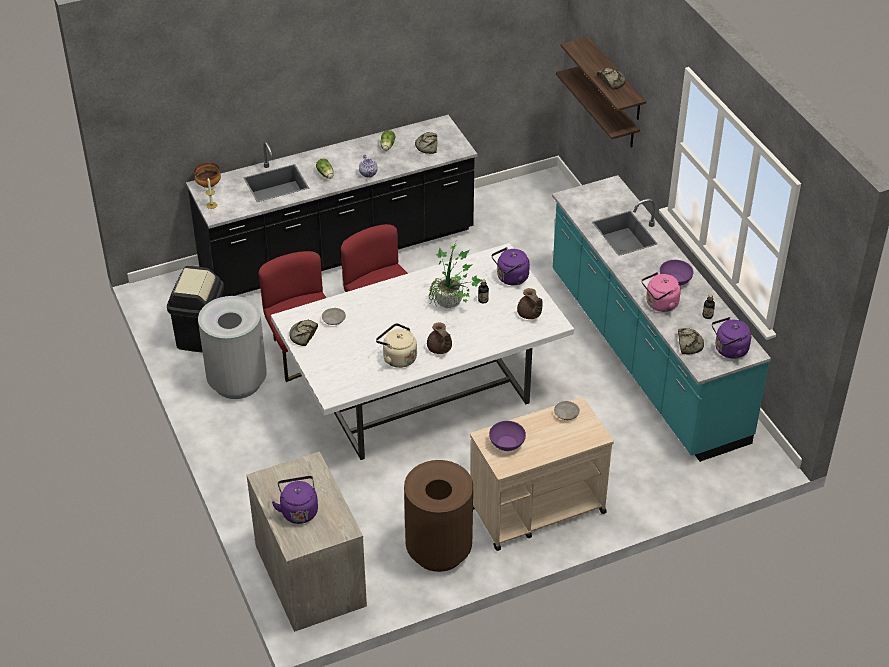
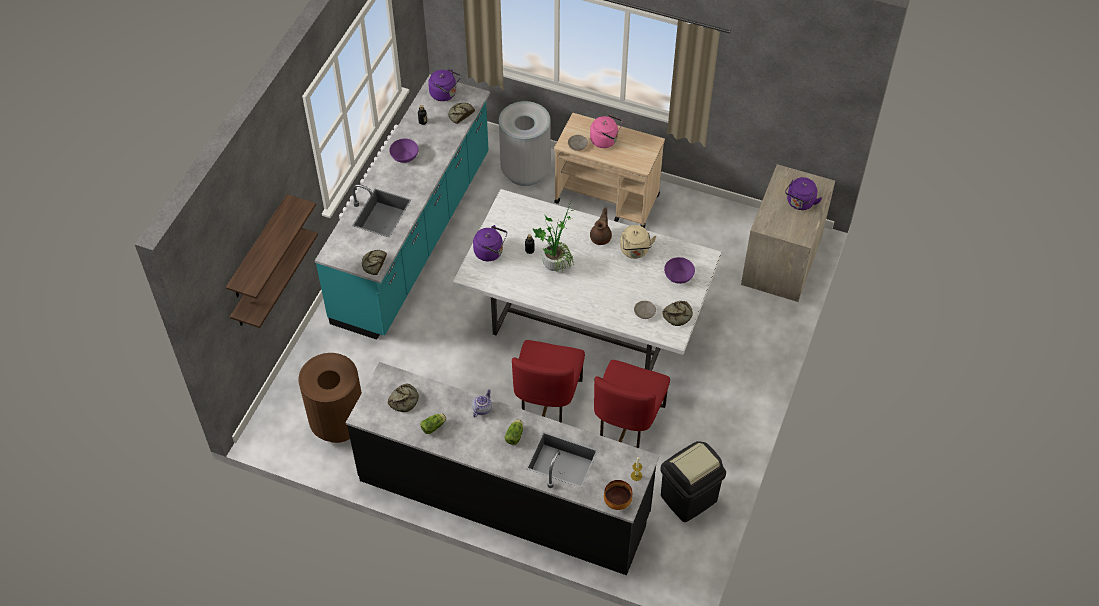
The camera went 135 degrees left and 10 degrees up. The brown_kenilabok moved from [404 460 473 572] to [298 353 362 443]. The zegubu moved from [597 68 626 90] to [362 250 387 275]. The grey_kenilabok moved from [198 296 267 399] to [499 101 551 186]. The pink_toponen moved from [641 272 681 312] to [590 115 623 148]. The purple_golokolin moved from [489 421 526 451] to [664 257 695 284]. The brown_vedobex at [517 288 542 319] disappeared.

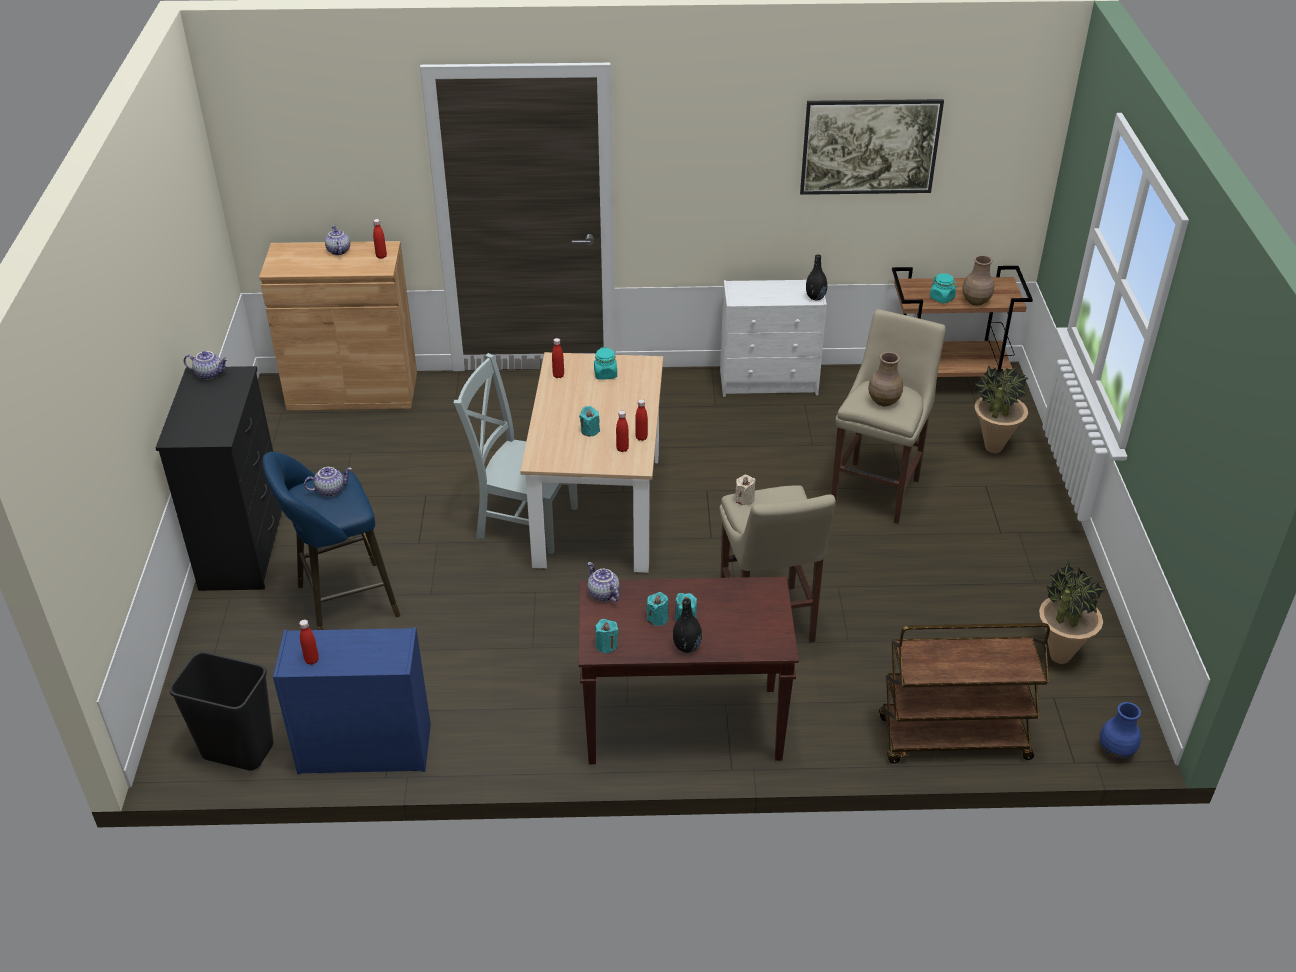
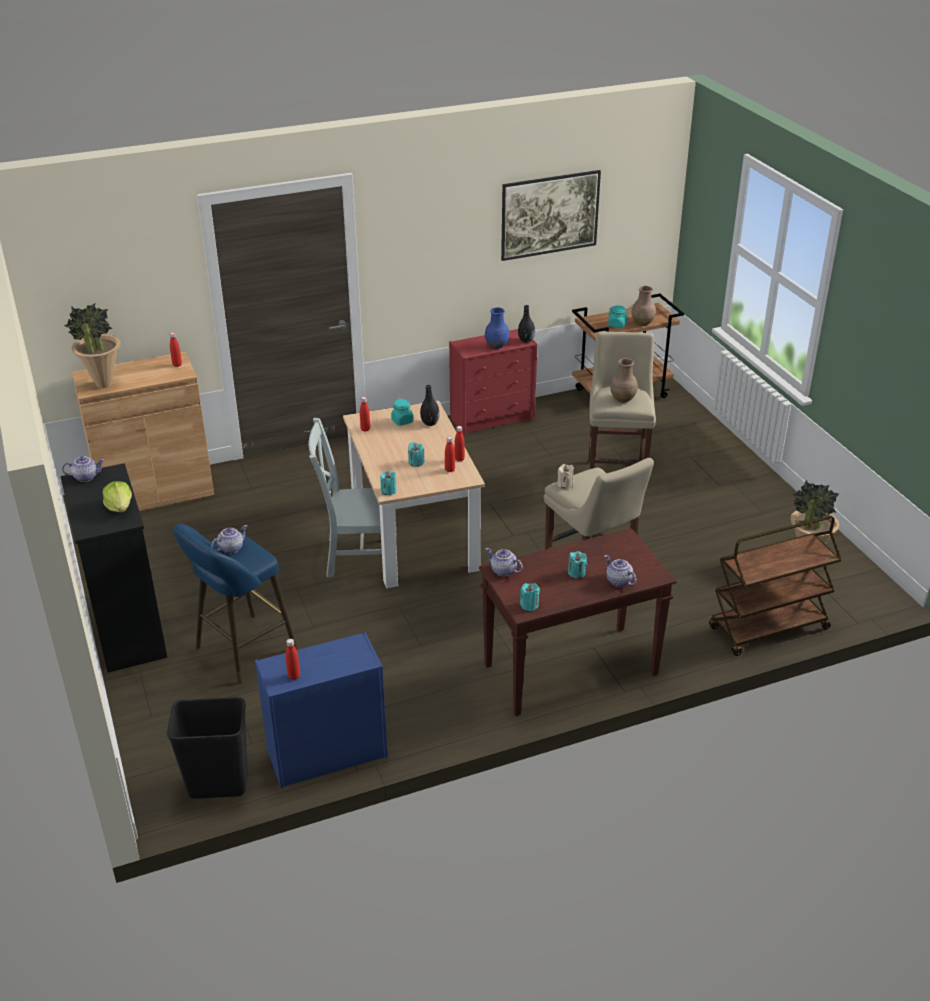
The camera went 20 degrees left and 5 degrees down. The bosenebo moved from [974 365 1028 453] to [64 303 121 388]. The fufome at [103 481 132 512] appeared. The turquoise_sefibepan moved from [647 592 669 626] to [380 471 397 495]. The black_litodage moved from [673 598 702 653] to [420 385 440 426]. The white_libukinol at [720 280 827 397] became the red_libukinol at [449 329 537 436]. The blue_litodage moved from [1100 702 1141 759] to [485 308 510 349]. The vedobex moved from [325 225 350 255] to [605 555 636 587].

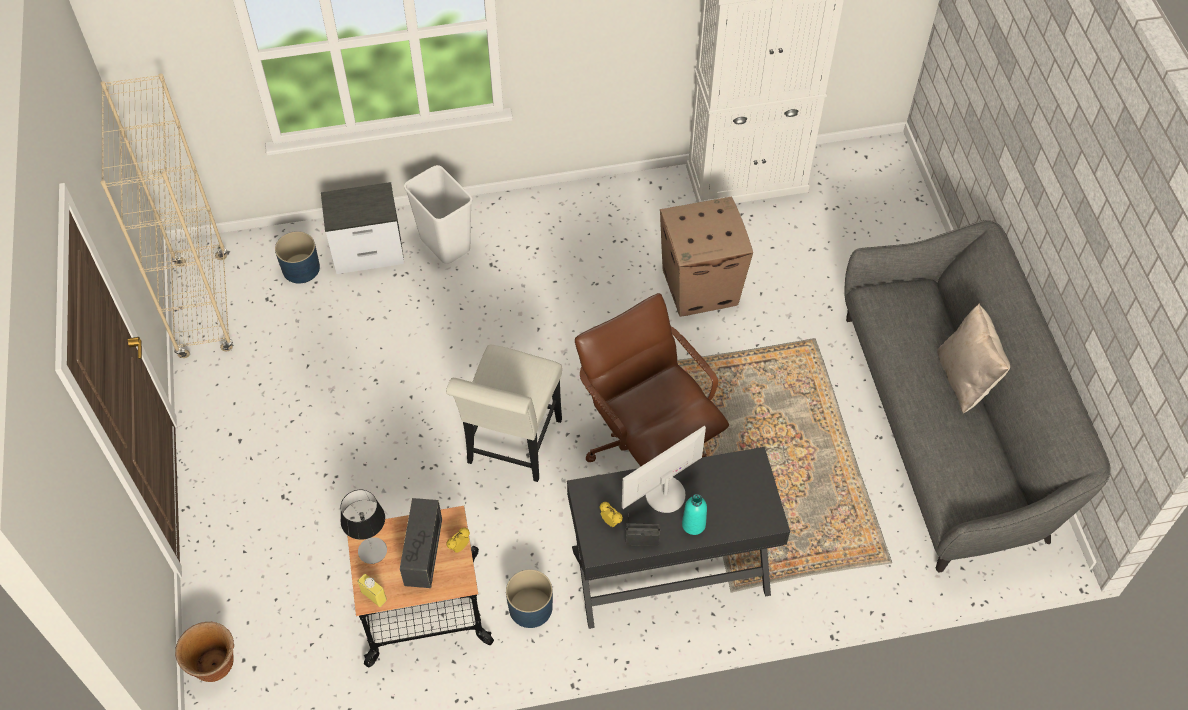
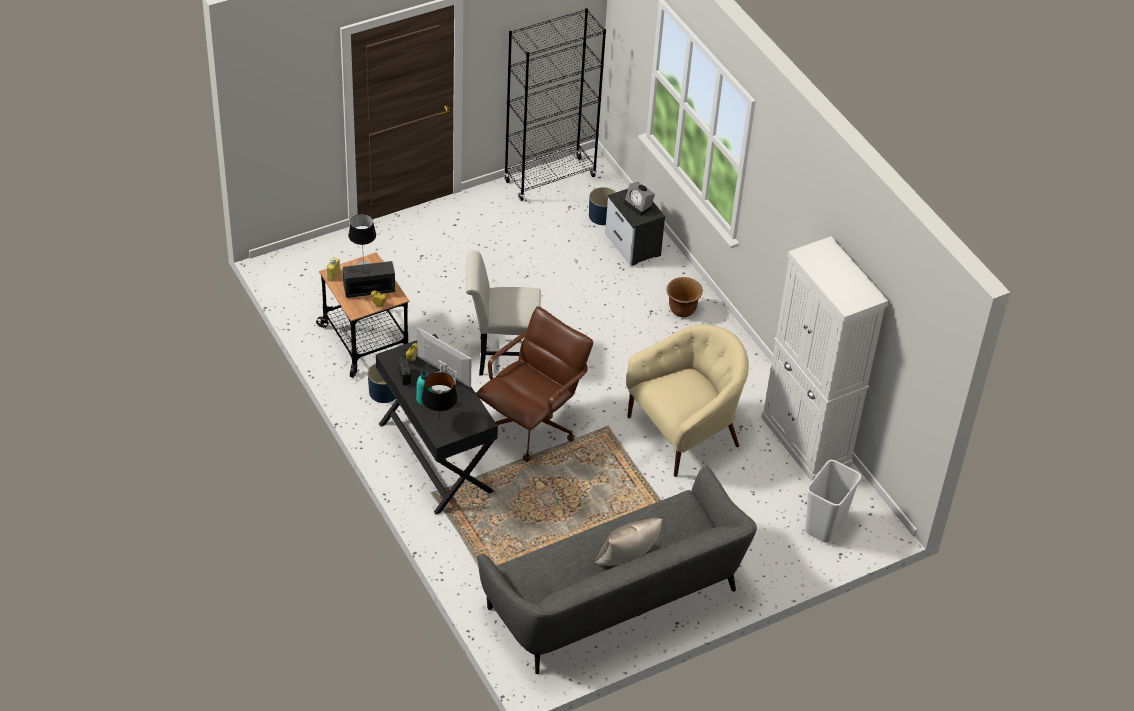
The camera went 70 degrees right and 10 degrees down. The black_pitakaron at [421 372 458 420] appeared. The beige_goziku at [100 73 233 358] became the black_goziku at [504 8 606 201]. The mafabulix at [624 182 655 216] appeared. The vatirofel at [660 196 753 317] was replaced by the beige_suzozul at [626 324 749 477]. The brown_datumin moved from [175 622 234 682] to [666 277 703 317]. The white_kenilabok moved from [404 165 473 264] to [805 460 861 543].

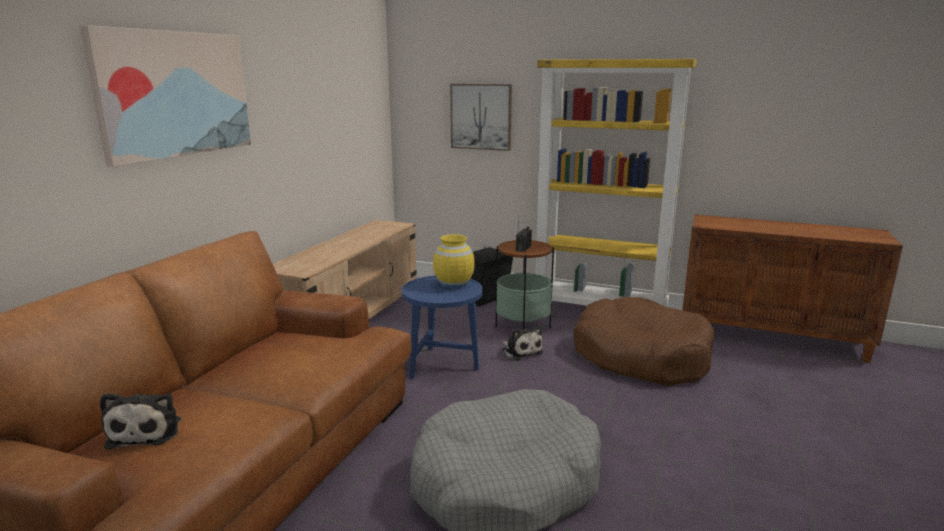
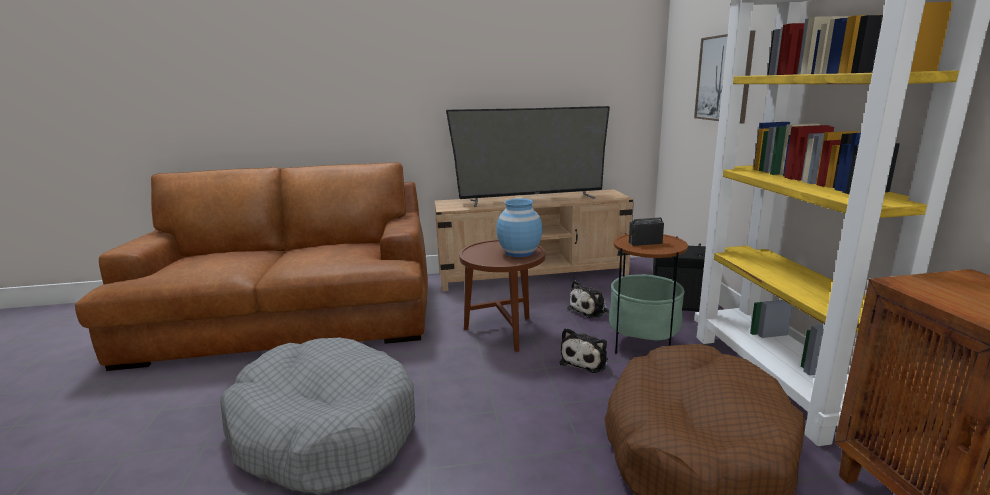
The camera went 60 degrees right and 0 degrees up. The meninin at [446 106 610 207] appeared. The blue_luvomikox at [402 275 483 379] became the brown_luvomikox at [459 240 545 352]. The yellow_litodage at [433 234 475 288] became the blue_litodage at [496 198 543 257]. The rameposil moved from [100 393 181 449] to [567 280 609 318]. The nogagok at [80 25 251 167] disappeared.

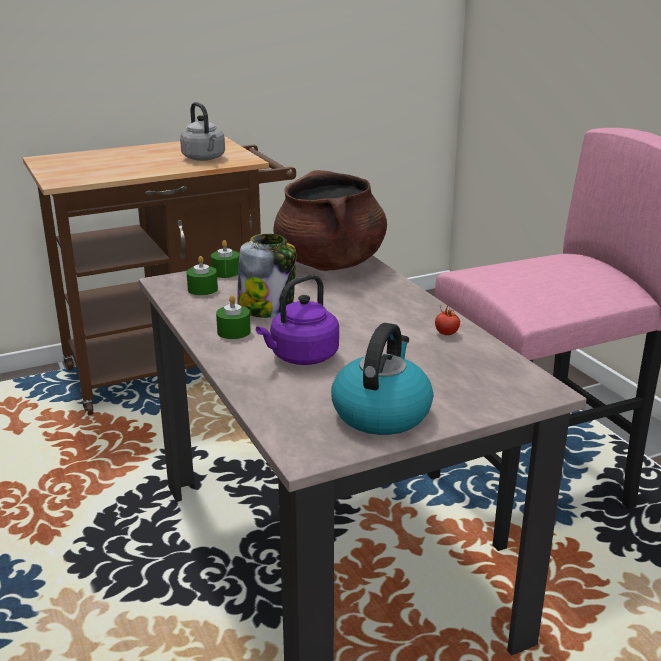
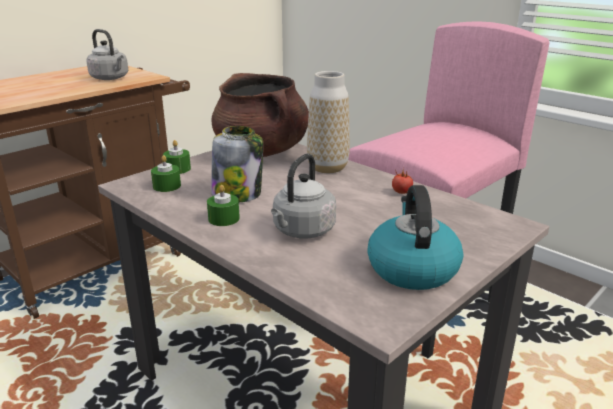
The camera went 20 degrees left and 0 degrees up. The purple_toponen at [256 274 339 365] became the grey_toponen at [271 154 336 238]. The litodage at [307 71 350 173] appeared.

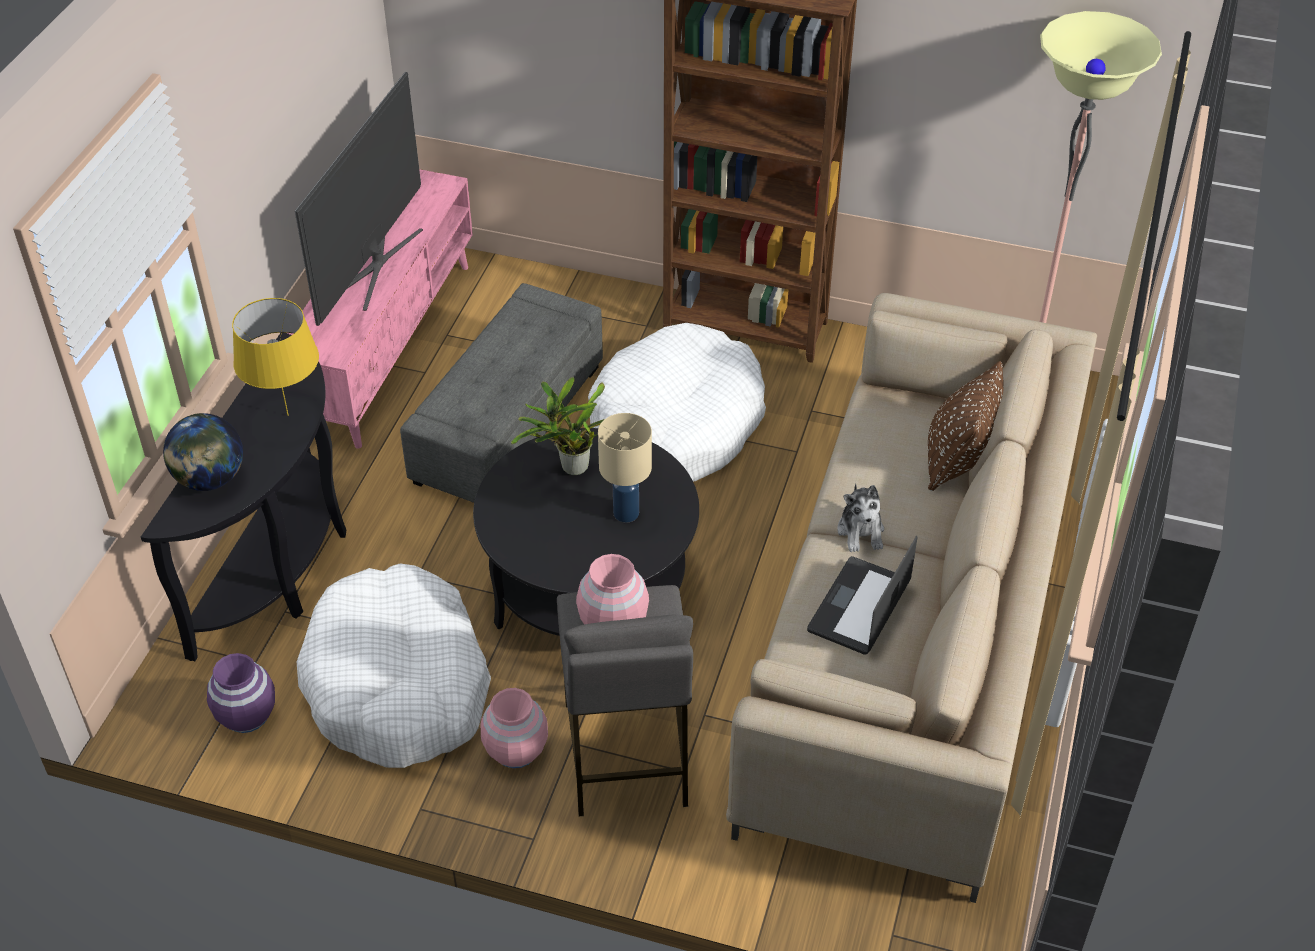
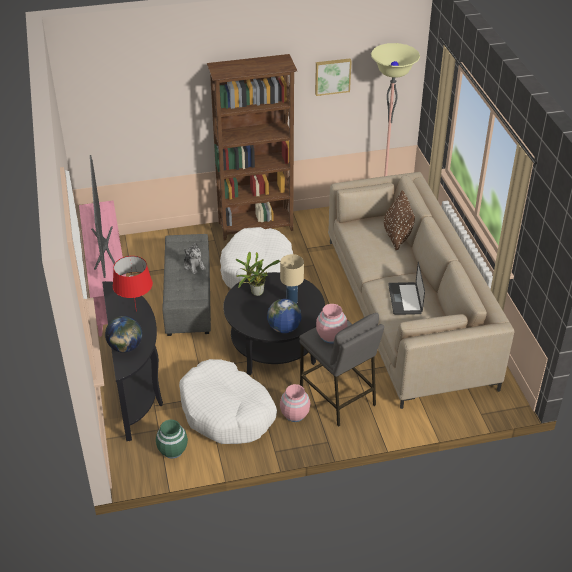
The camera went 30 degrees left and 5 degrees down. The yellow_pitakaron at [232 298 319 415] became the red_pitakaron at [113 256 153 312]. The purple_litodage at [207 653 275 733] became the green_litodage at [156 420 188 459]. The rameposil moved from [837 484 884 552] to [184 243 206 274]. The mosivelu at [267 299 302 333] appeared. The nogagok at [315 59 352 96] appeared.

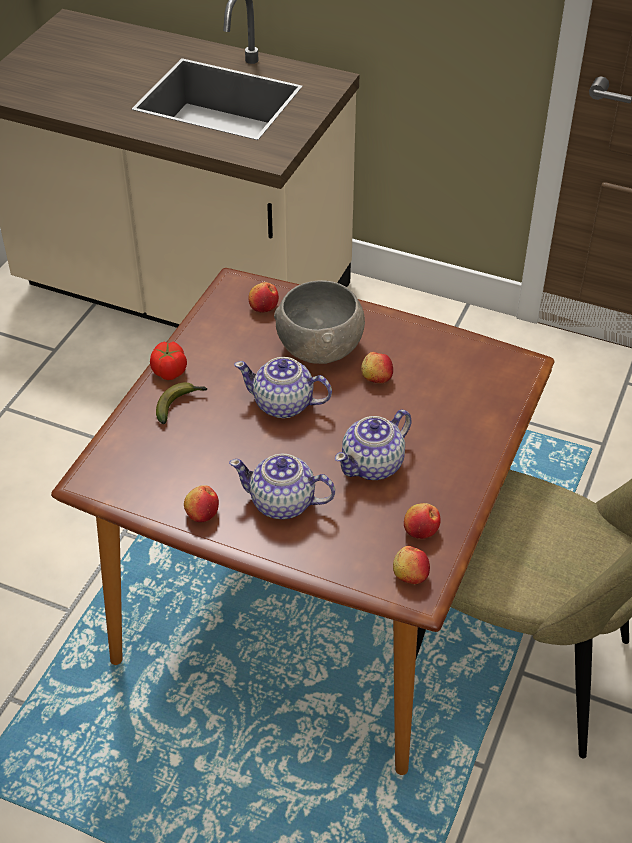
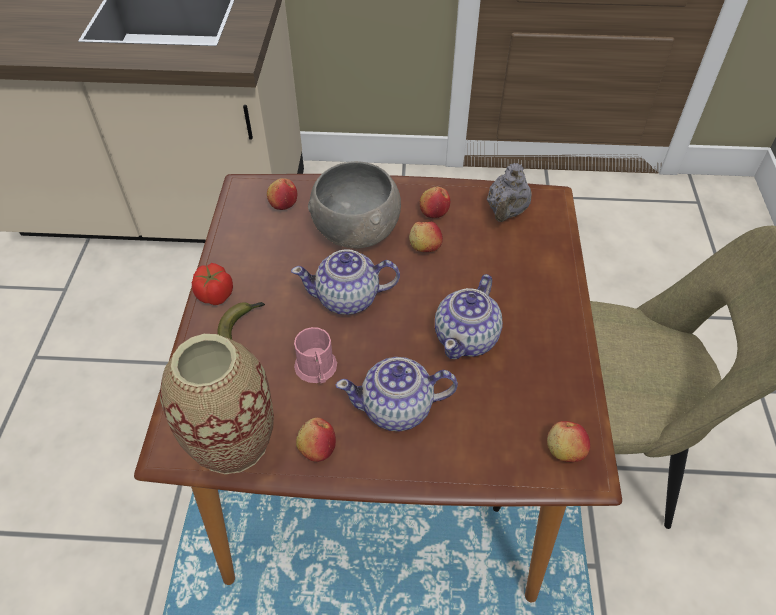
The camera went 20 degrees left and 5 degrees up. The litodage at [160 334 274 474] appeared. The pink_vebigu at [294 327 337 383] appeared. The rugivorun moved from [404 503 440 539] to [420 187 450 218]. The grey_vedobex at [487 163 532 222] appeared.

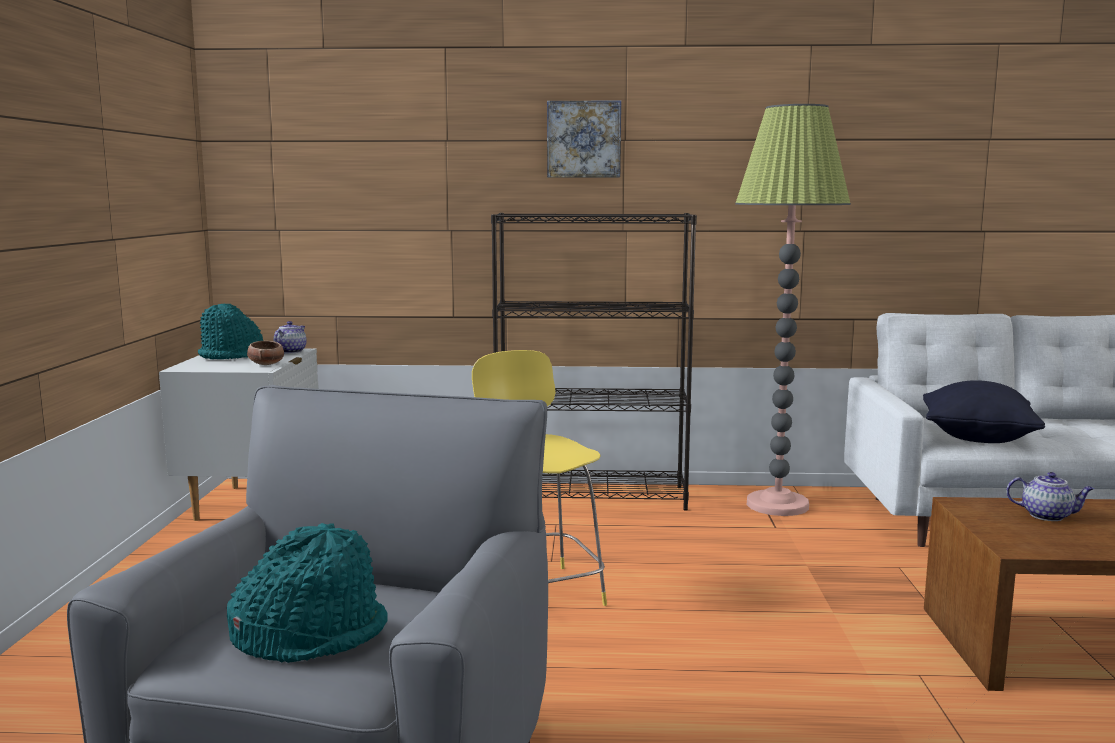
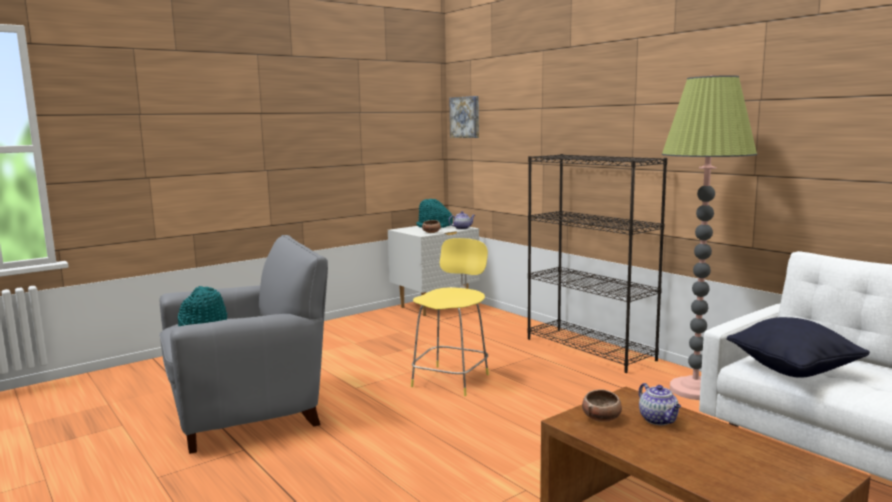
The camera went 50 degrees right and 0 degrees up. The nogagok moved from [547 100 621 177] to [449 96 479 138]. The golokolin at [582 389 622 422] appeared.

